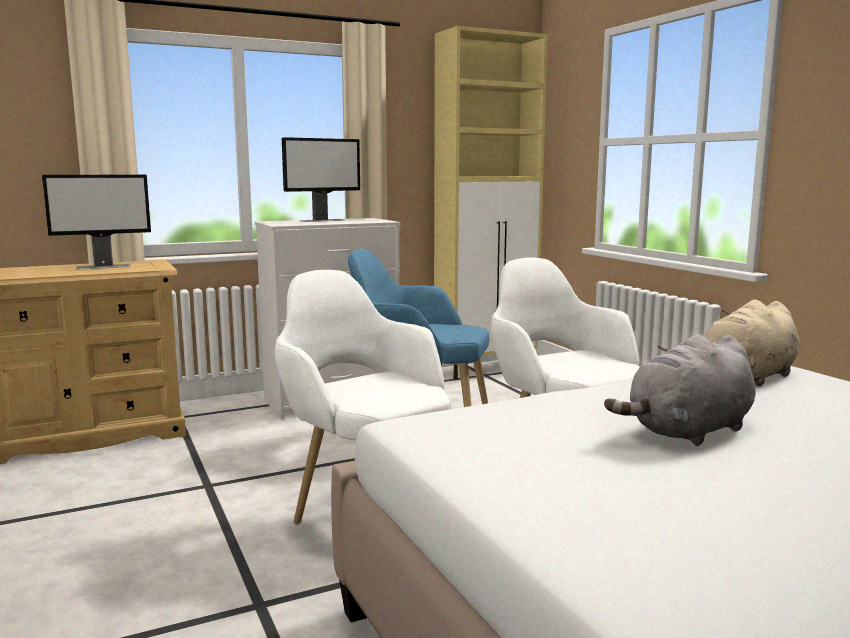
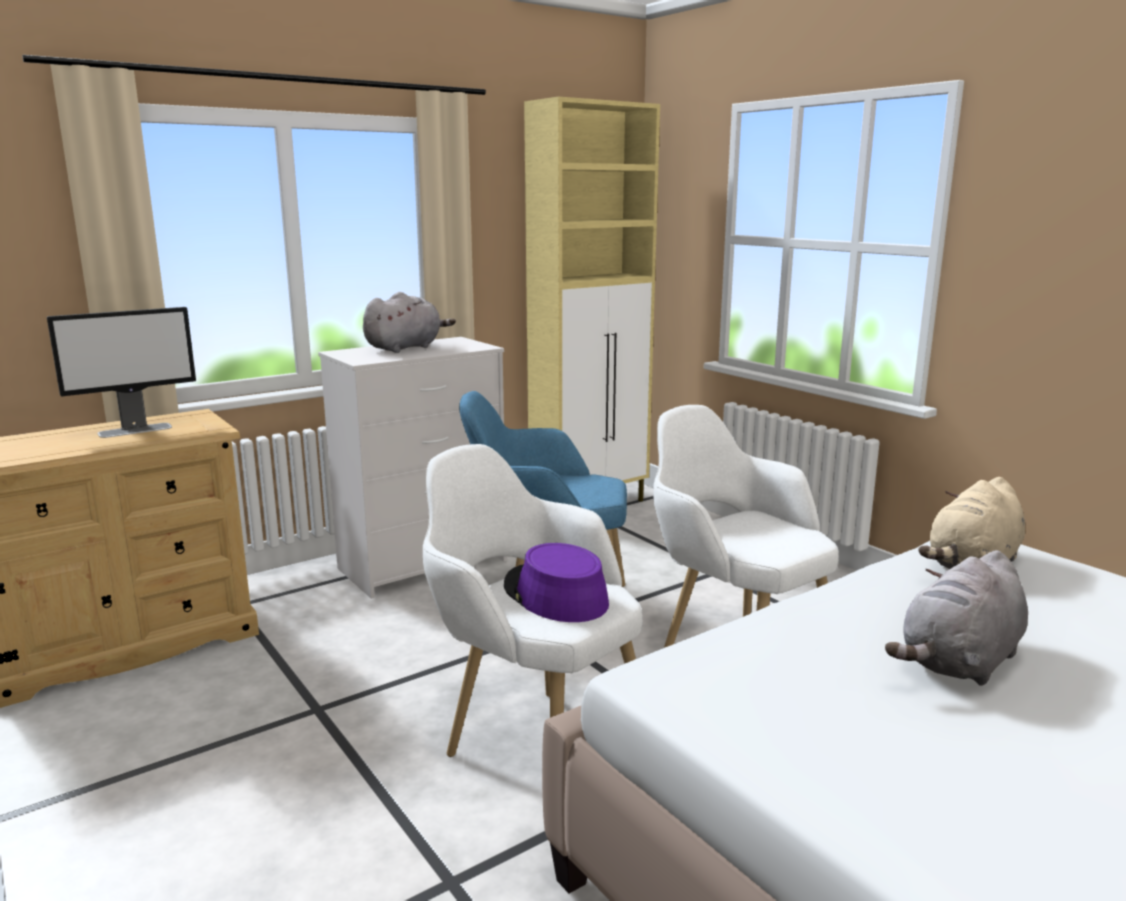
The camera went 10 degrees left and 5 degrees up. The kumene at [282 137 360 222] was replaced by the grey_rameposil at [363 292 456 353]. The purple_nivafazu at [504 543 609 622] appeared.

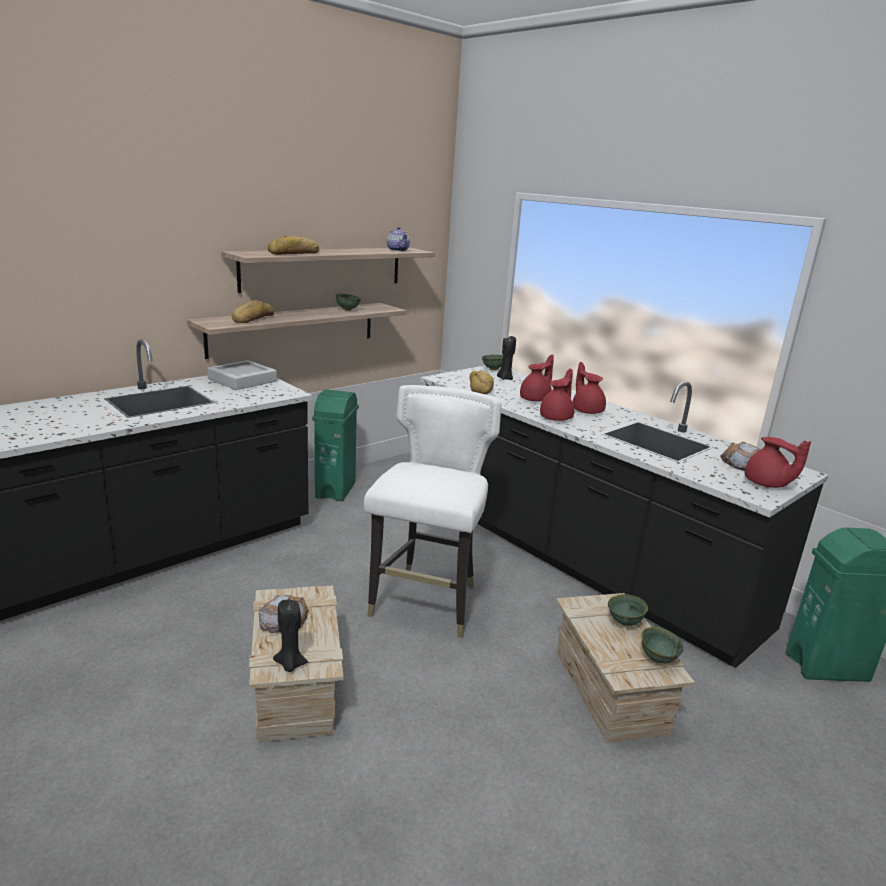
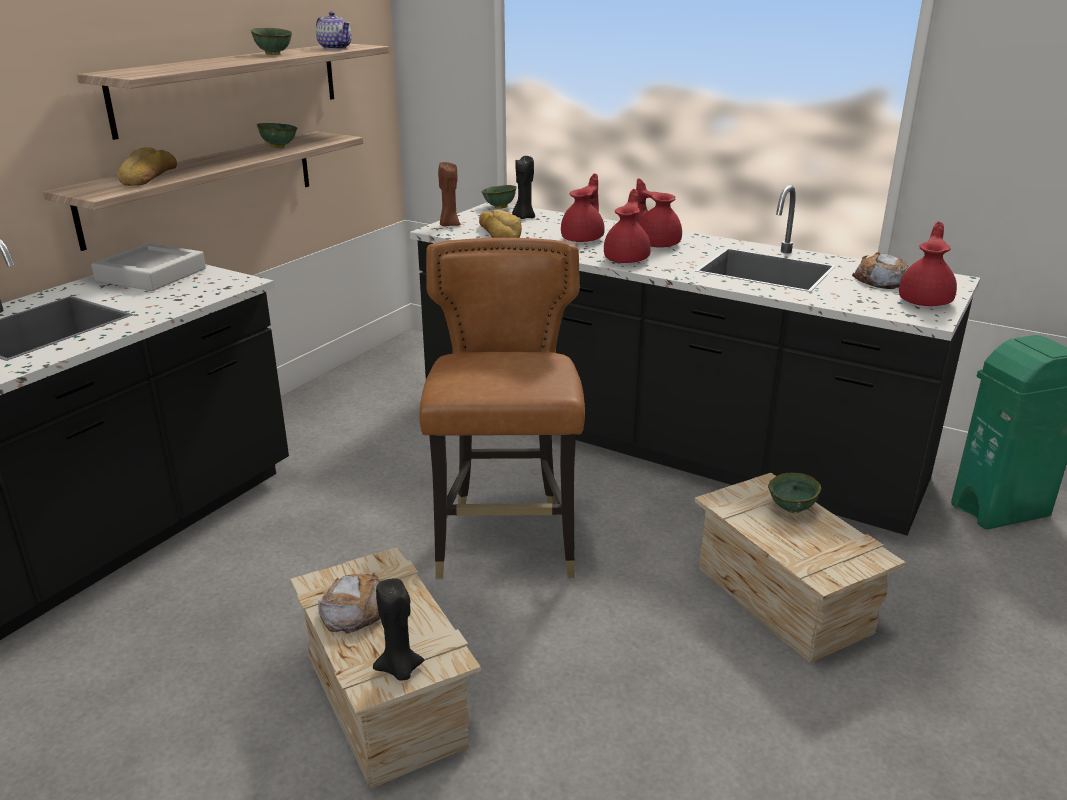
The camera went 15 degrees left and 5 degrees up. The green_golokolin moved from [641 627 684 663] to [251 28 292 55]. The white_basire at [364 385 501 638] became the brown_basire at [419 238 585 579]. The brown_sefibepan at [438 162 461 226] appeared. The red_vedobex at [745 437 811 488] turned 105 degrees counterclockwise. The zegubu at [268 236 319 255] disappeared. The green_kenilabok at [312 389 359 501] disappeared.

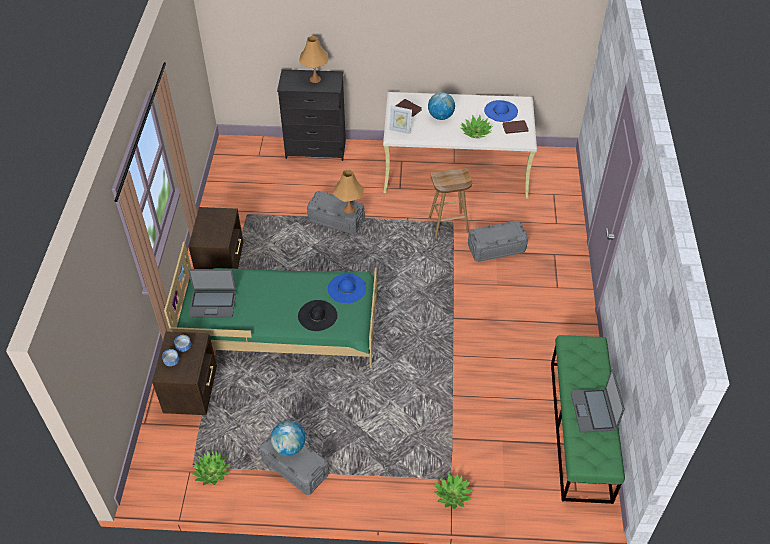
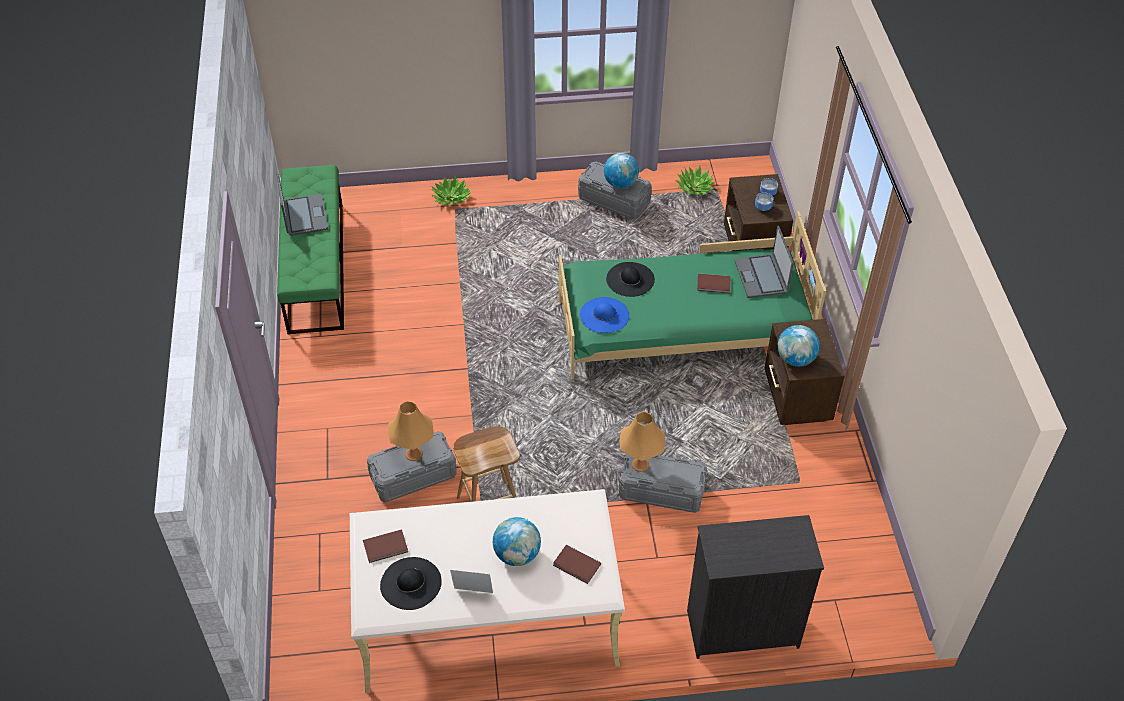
The camera went 170 degrees right and 0 degrees up. The blue_nivafazu at [484 100 518 122] became the black_nivafazu at [380 557 442 610]. The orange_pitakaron moved from [299 36 328 83] to [388 401 434 461]. The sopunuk moved from [389 106 412 134] to [450 569 493 593]. The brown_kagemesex at [697 274 731 294] appeared. The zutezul at [188 269 236 317] turned 90 degrees counterclockwise. The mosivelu at [777 325 820 367] appeared. The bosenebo at [461 114 492 138] disappeared.

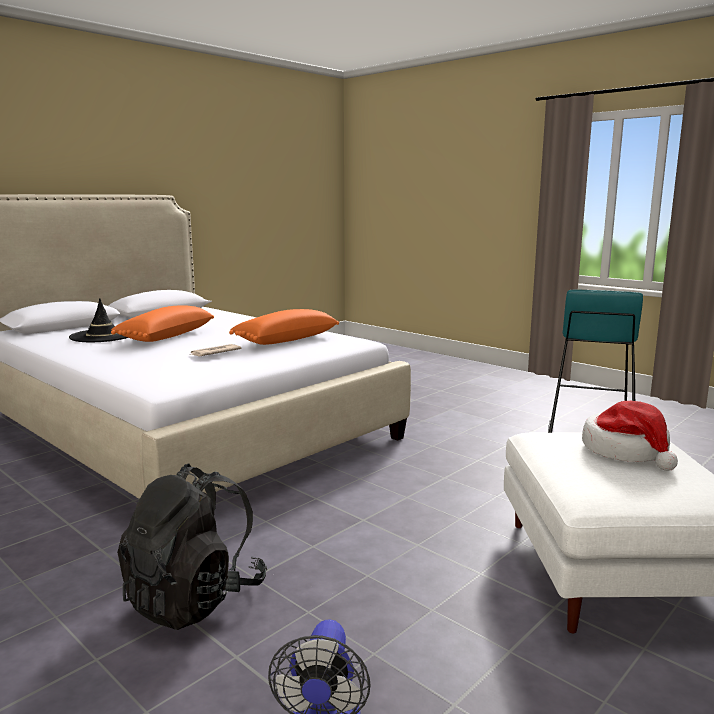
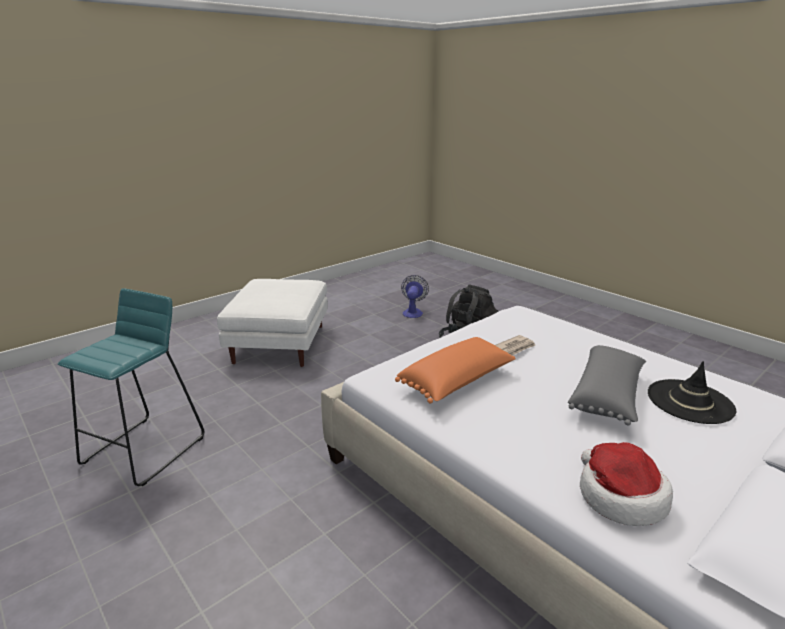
The camera went 175 degrees left and 10 degrees up. The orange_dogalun at [111 305 214 342] became the grey_dogalun at [568 345 646 426]. The nivafazu moved from [582 401 678 471] to [580 442 673 526].

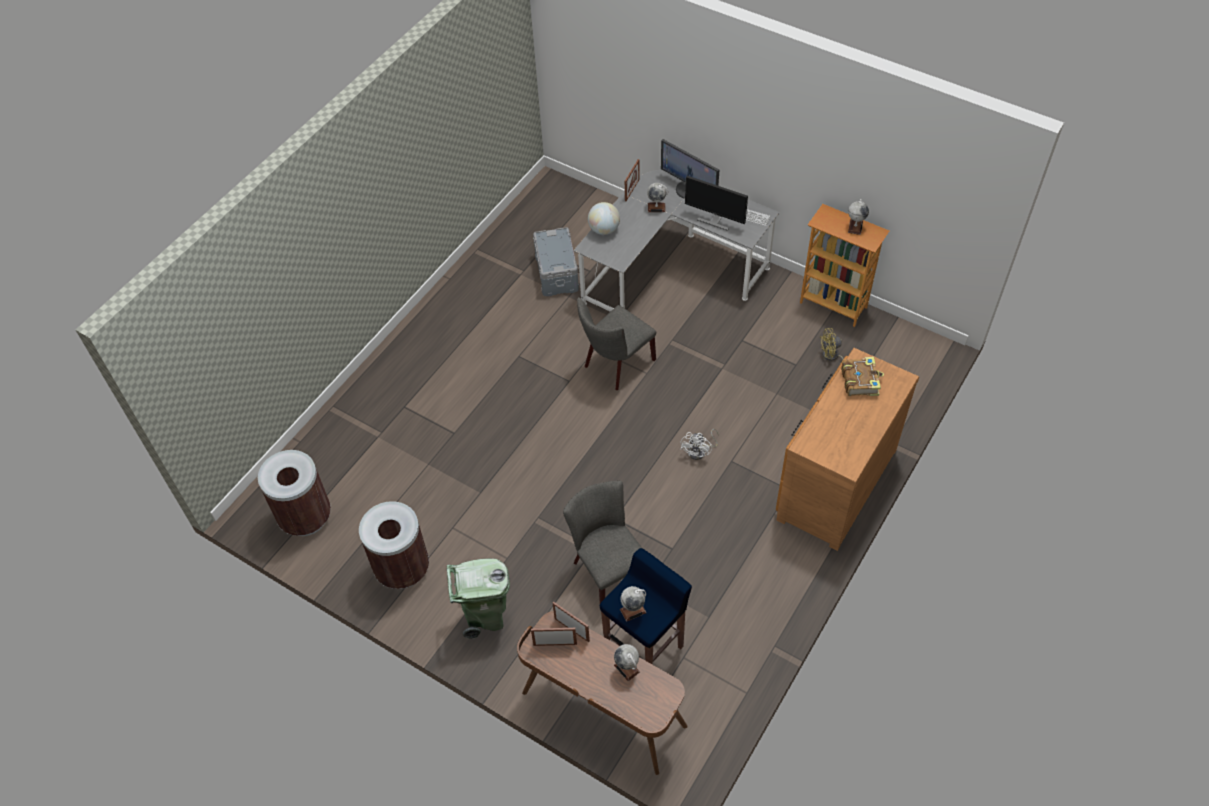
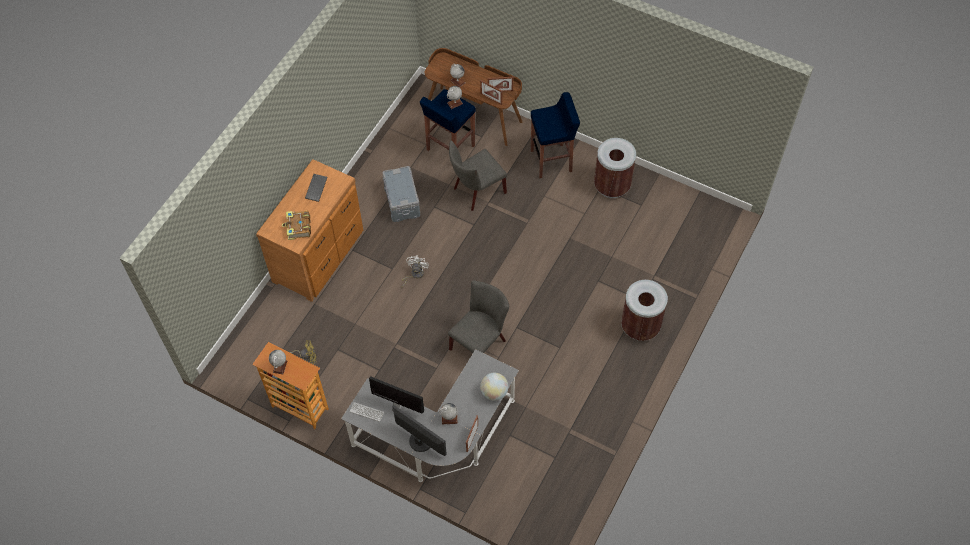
The camera went 175 degrees right and 5 degrees up. The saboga at [305 174 327 202] appeared. The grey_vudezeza moved from [533 227 579 297] to [382 166 420 222]. The grey_basire at [563 480 643 603] turned 90 degrees clockwise. The green_kenilabok at [447 558 510 639] was replaced by the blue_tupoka at [531 92 580 178]. The brown_kenilabok moved from [258 450 331 536] to [621 280 668 341].

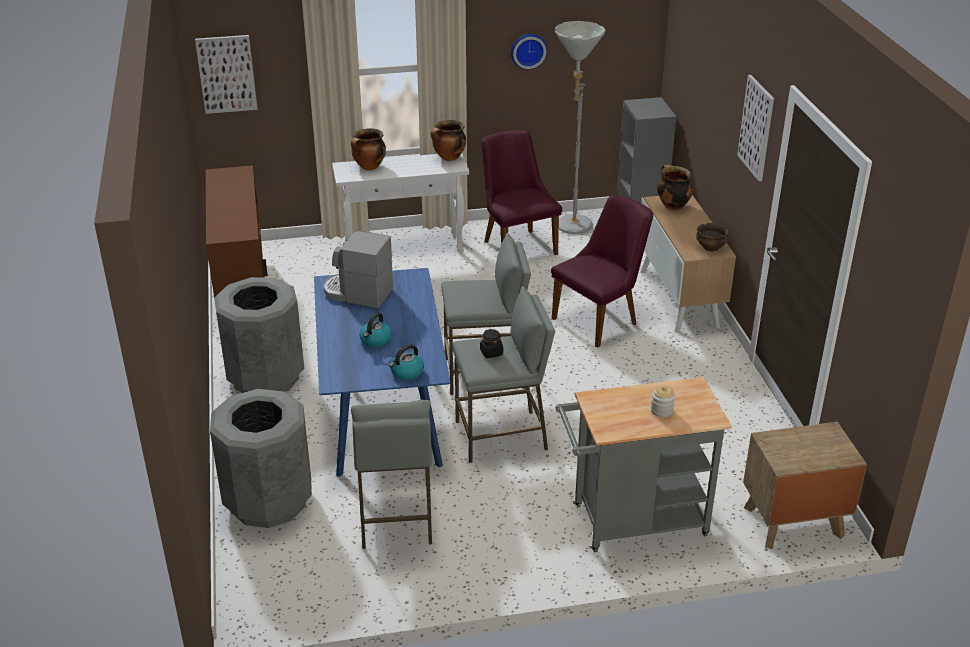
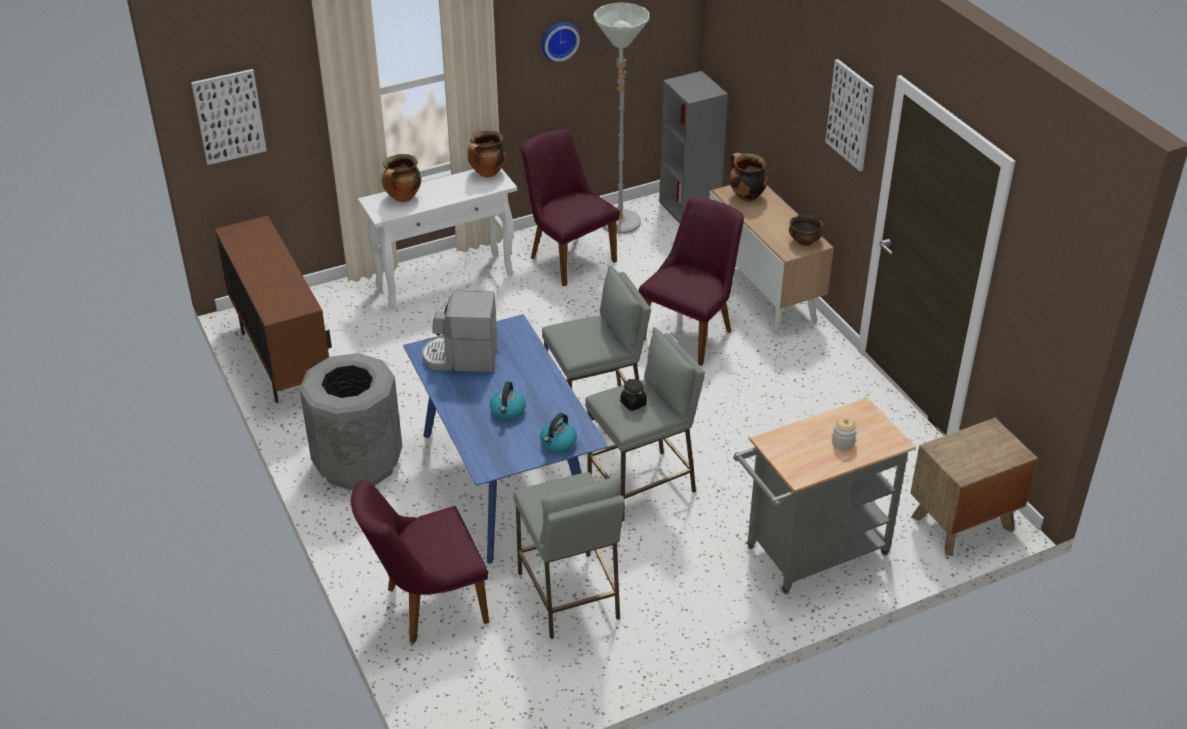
The camera went 15 degrees left and 5 degrees up. The grey_kenilabok at [210 389 312 528] was replaced by the purple_basire at [351 480 489 643].

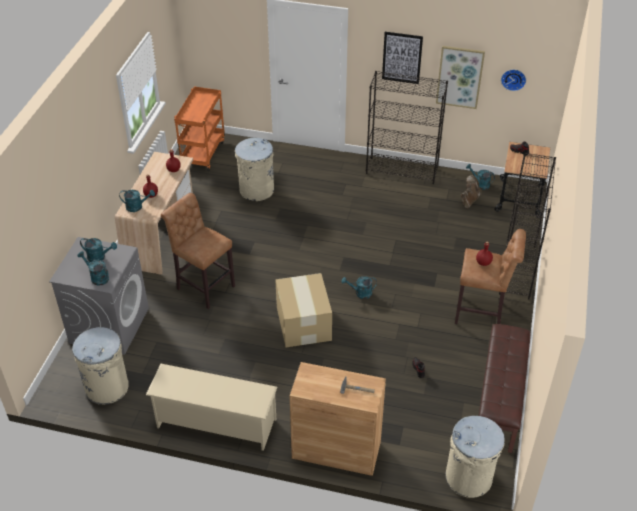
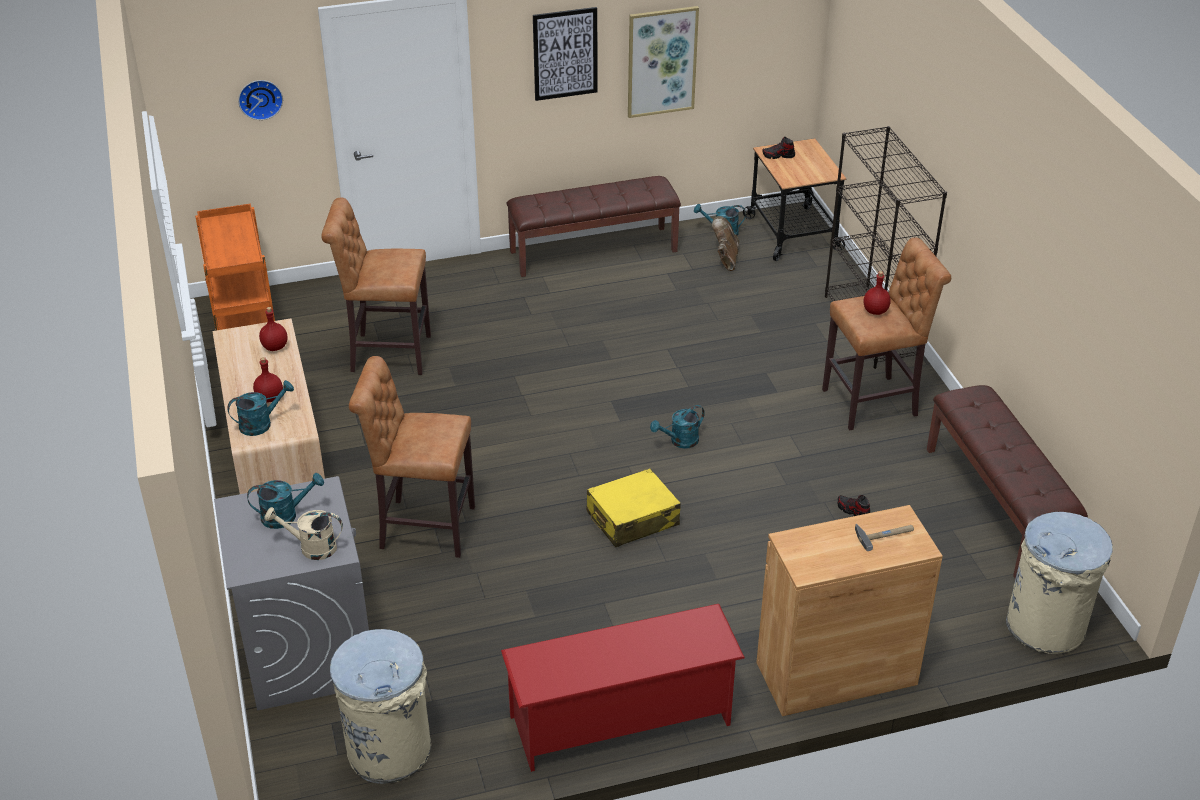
The camera went 30 degrees left and 5 degrees down. The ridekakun moved from [501 69 526 91] to [238 80 283 120]. The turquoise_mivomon at [77 251 109 286] became the beige_mivomon at [264 507 343 560]. The beige_kenilabok at [235 138 274 201] was replaced by the brown_tupoka at [321 198 431 375]. The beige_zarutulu at [146 364 277 451] became the red_zarutulu at [501 604 745 772]. The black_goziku at [366 71 448 184] was replaced by the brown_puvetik at [506 176 681 277]. The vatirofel at [275 273 332 347] was replaced by the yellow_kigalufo at [586 468 681 547].

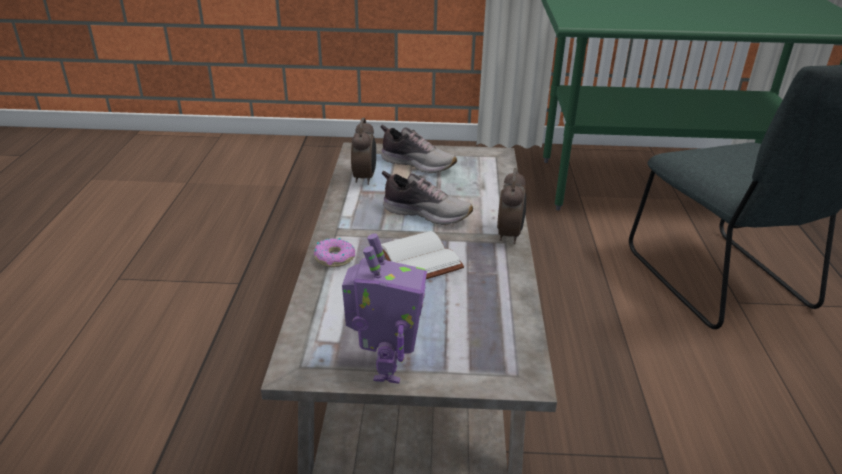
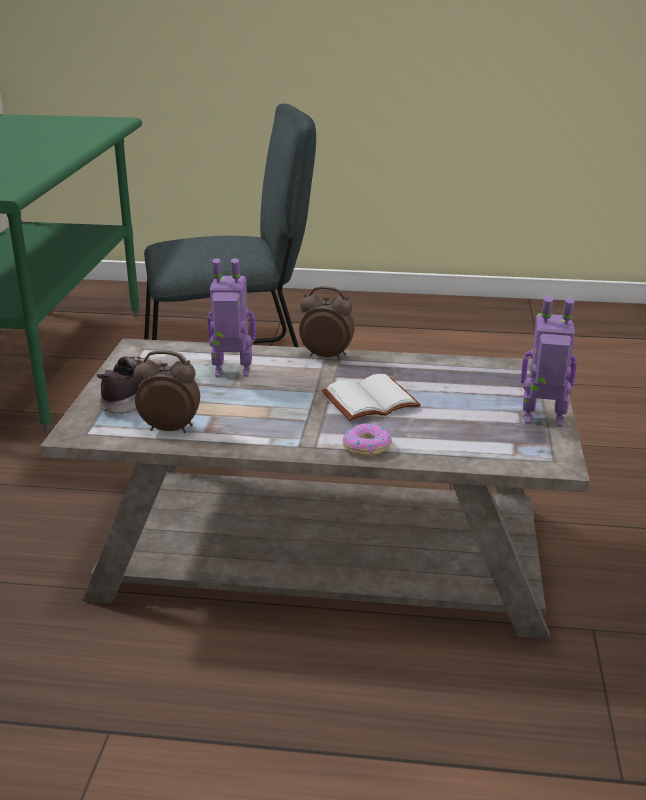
The camera went 85 degrees left and 5 degrees down. The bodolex at [207 258 256 377] appeared. The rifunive at [382 171 473 225] disappeared.

